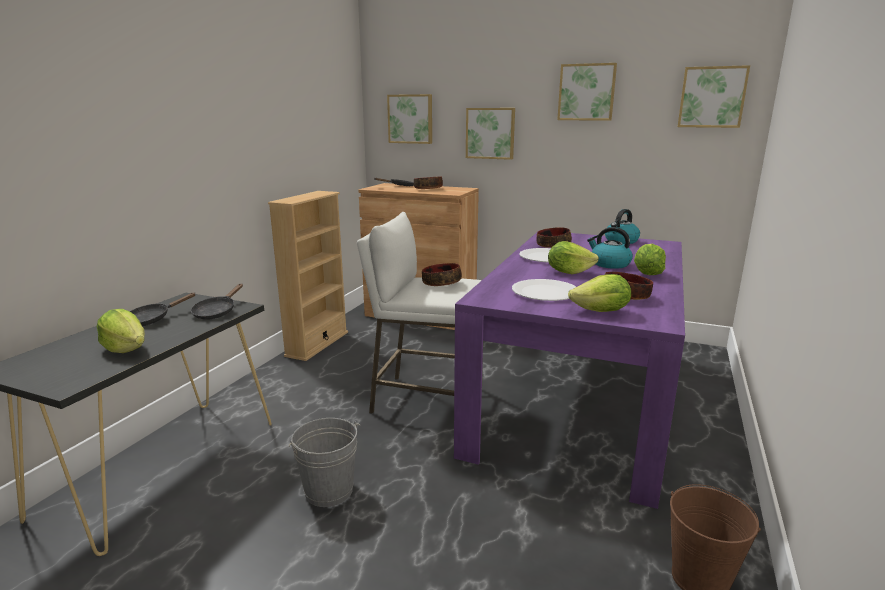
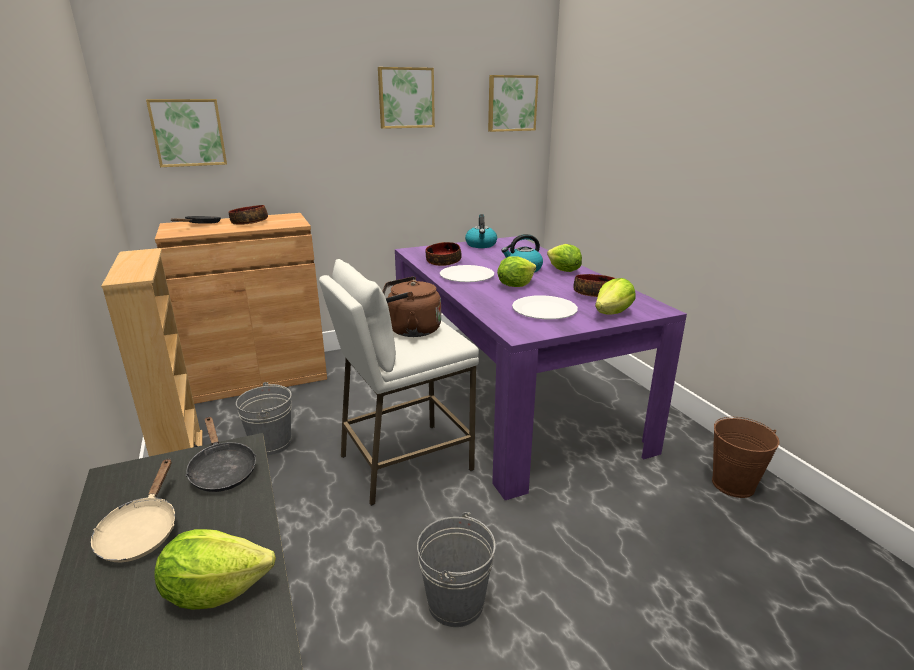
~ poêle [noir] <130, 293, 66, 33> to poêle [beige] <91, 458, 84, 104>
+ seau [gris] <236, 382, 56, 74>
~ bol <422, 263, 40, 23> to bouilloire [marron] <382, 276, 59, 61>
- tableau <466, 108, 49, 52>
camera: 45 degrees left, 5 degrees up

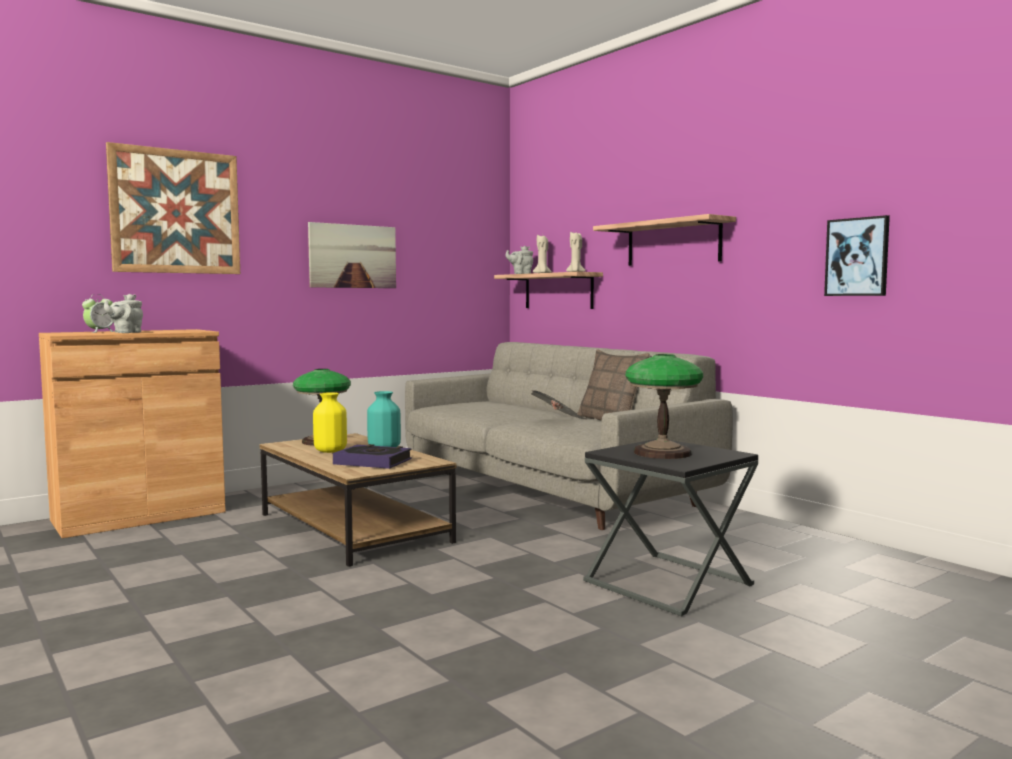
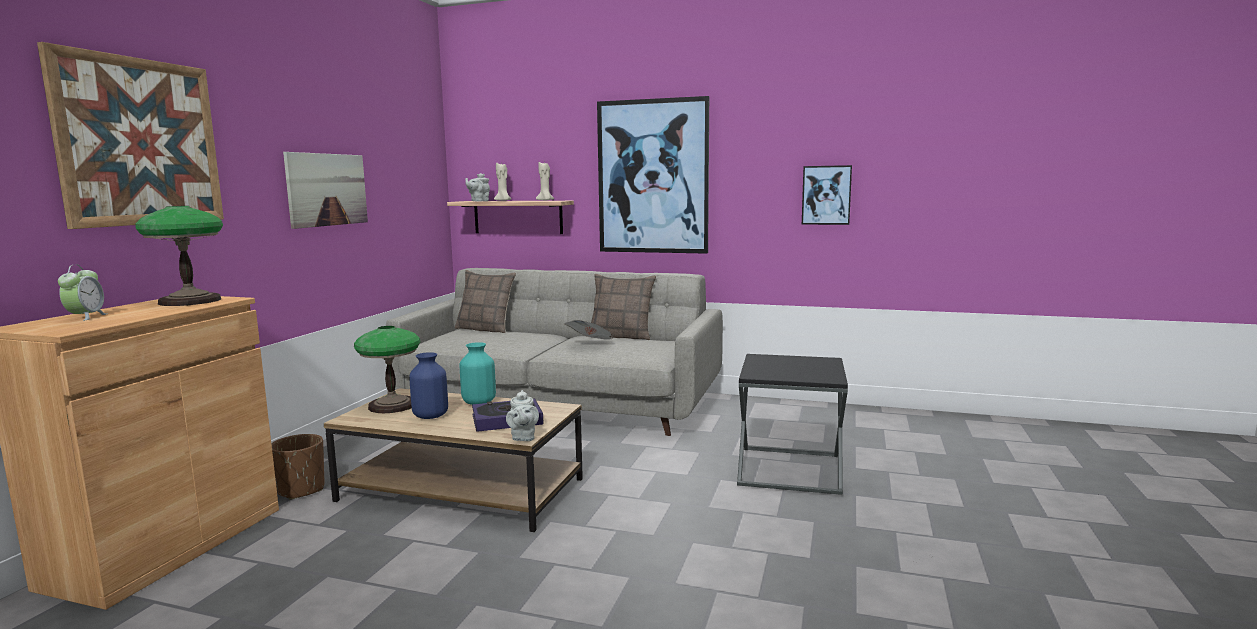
~ lampe de table <625, 354, 79, 105> to <135, 206, 88, 100>
+ cache-pot [marron] <271, 434, 54, 66>
~ vase [jaune] <313, 392, 34, 61> to vase [bleu] <409, 352, 39, 67>
+ coussin <455, 270, 61, 63>
~ théière [gris] <104, 294, 39, 39> to <506, 390, 33, 51>
~ étagère <593, 214, 143, 52> to tableau <597, 96, 112, 158>
camera: 35 degrees left, 5 degrees up

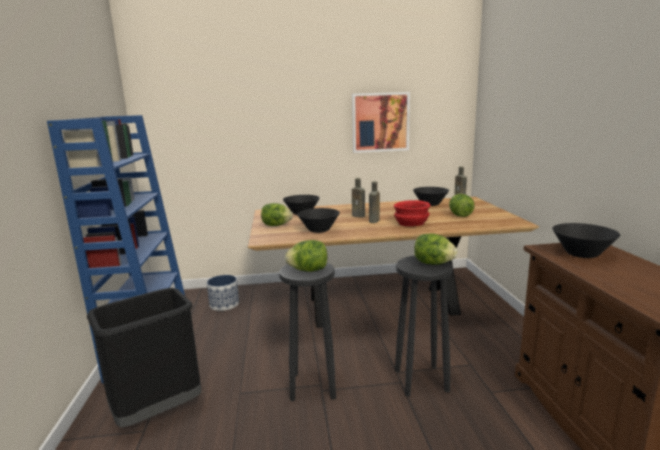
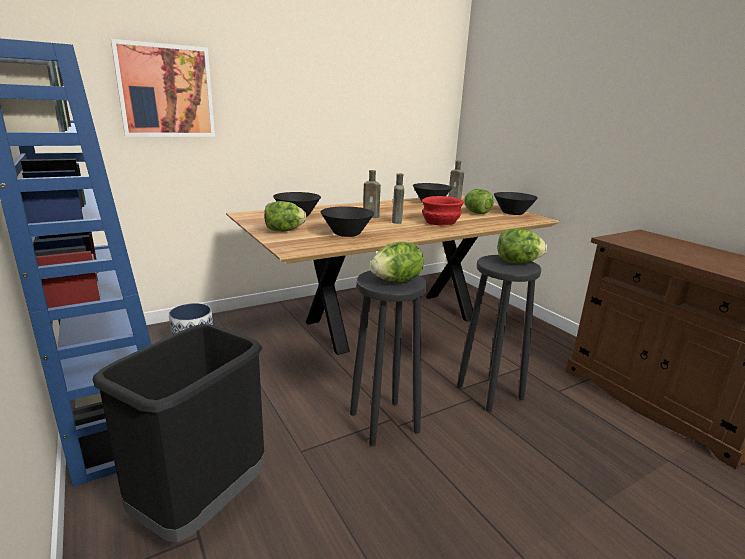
~ tableau <352, 92, 58, 61> to <111, 39, 104, 98>
~ bol [noir] <552, 223, 68, 35> to <494, 192, 44, 23>
camera: 25 degrees left, 5 degrees up

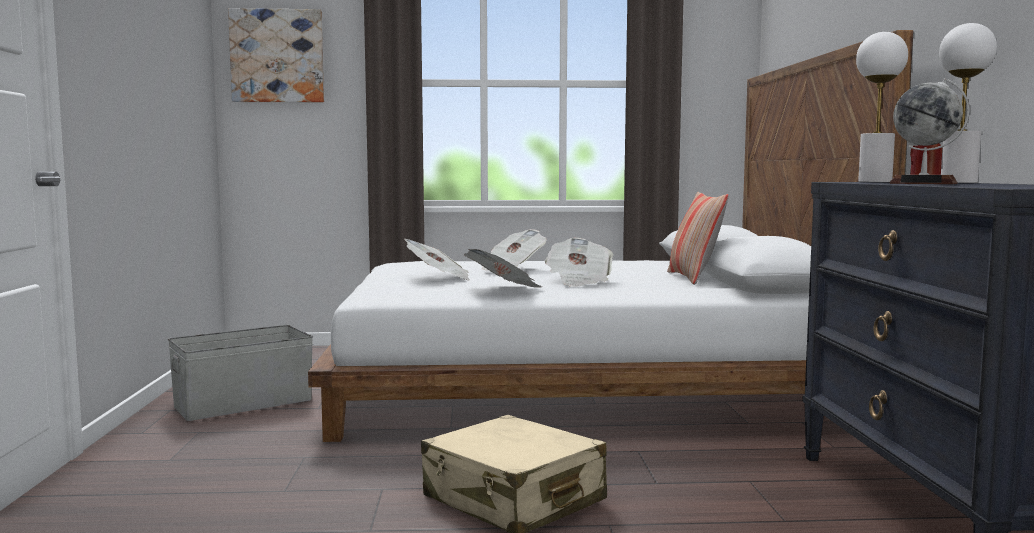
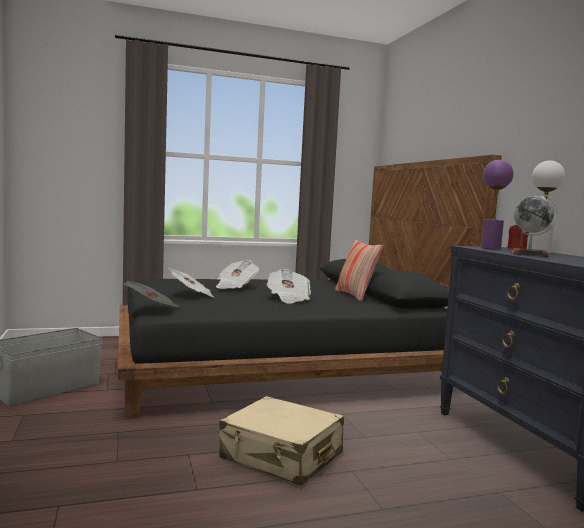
~ lit [blanc] <308, 30, 606, 412> to lit [noir] <118, 154, 383, 264>
~ journal <464, 249, 78, 39> to <123, 281, 57, 26>
~ lampe de table [blanc] <856, 32, 52, 150> to lampe de table [violet] <481, 160, 33, 90>
- tableau <228, 8, 96, 95>
camera: 15 degrees left, 0 degrees up

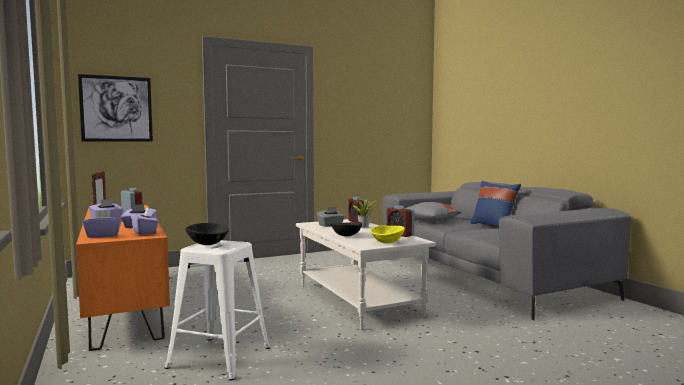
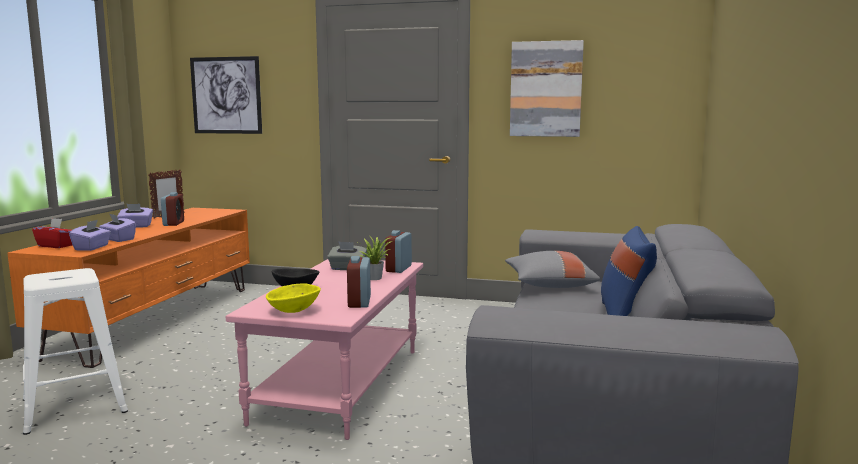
~ boîte à mouchoirs [violet] <82, 210, 39, 28> to boîte à mouchoirs [rouge] <32, 218, 40, 30>
~ table basse [blanc] <296, 219, 140, 111> to table basse [rose] <226, 259, 197, 181>
+ tableau <510, 40, 74, 97>
- bol [noir] <185, 223, 44, 22>
camera: 40 degrees right, 5 degrees up

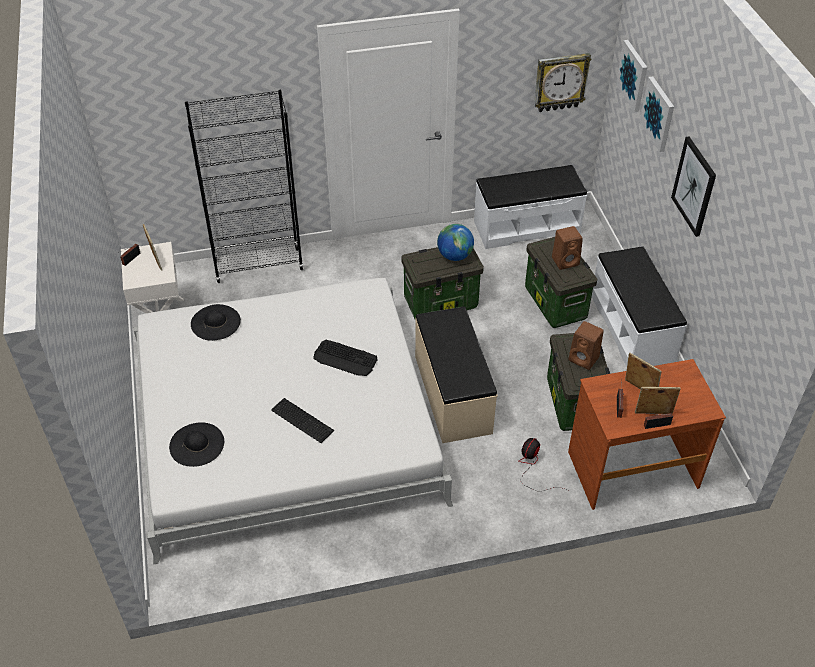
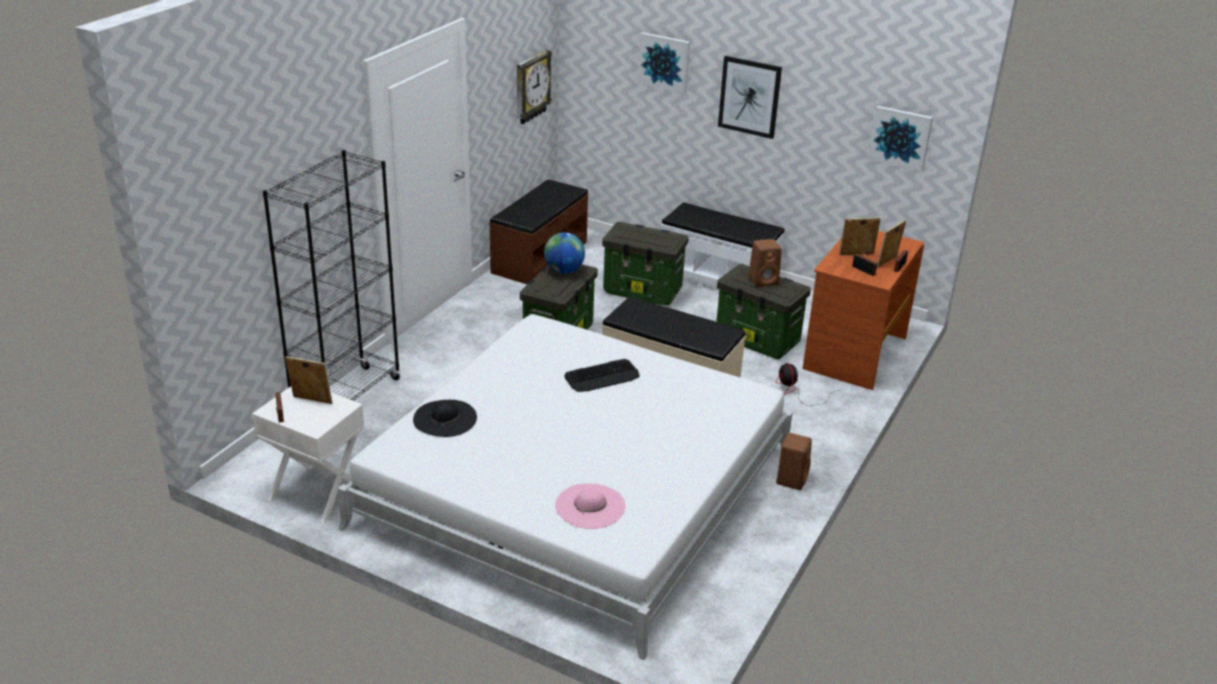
~ banc [blanc] <474, 165, 113, 84> to banc [marron] <489, 179, 100, 105>
~ chapeau [noir] <169, 422, 55, 45> to chapeau [rose] <555, 483, 70, 46>
~ enceinte [marron] <552, 226, 31, 44> to <776, 433, 36, 57>
~ tableau <616, 40, 31, 72> to <868, 106, 65, 66>
- clavier <271, 398, 63, 45>
camera: 50 degrees left, 15 degrees down

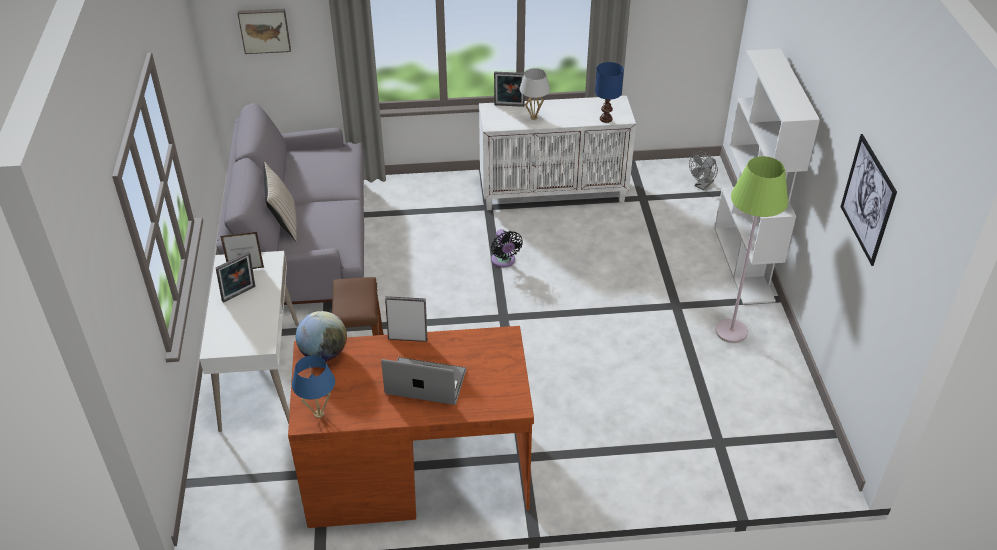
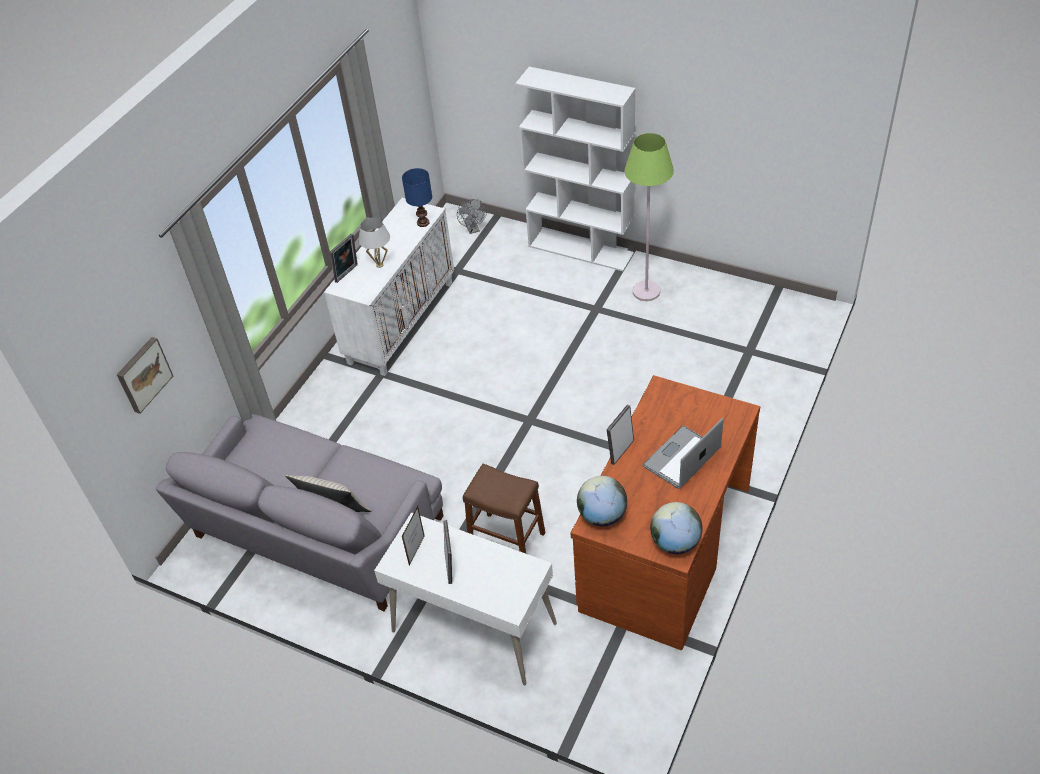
~ lampe de table [bleu] <292, 355, 43, 63> to globe <650, 502, 53, 52>
- ventilateur [noir] <491, 229, 32, 39>
- tableau <841, 134, 56, 132>
camera: 55 degrees left, 5 degrees up

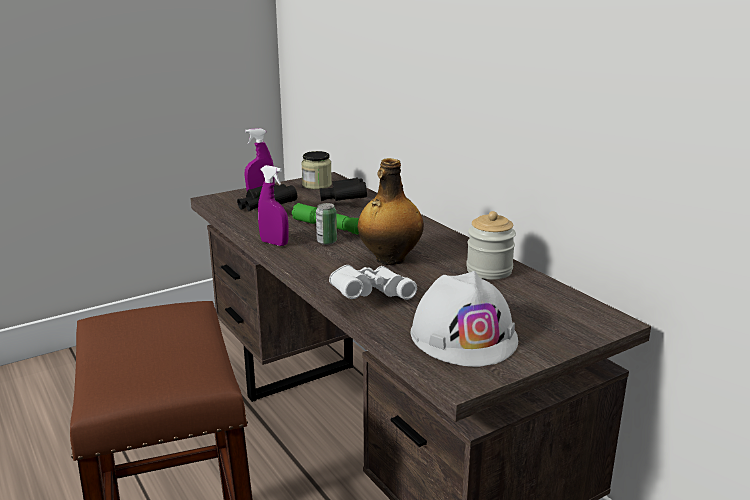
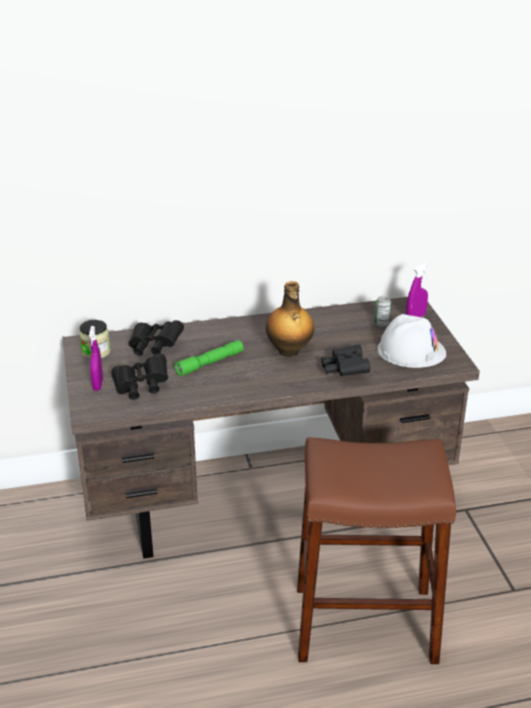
~ jumelles [blanc] <329, 265, 88, 35> to jumelles [noir] <321, 345, 49, 31>
~ boîte métallique <316, 203, 21, 42> to <374, 296, 17, 31>
~ vaporisateur [violet] <258, 165, 31, 81> to <406, 262, 23, 55>
- bocal <466, 211, 50, 69>
camera: 70 degrees left, 10 degrees up

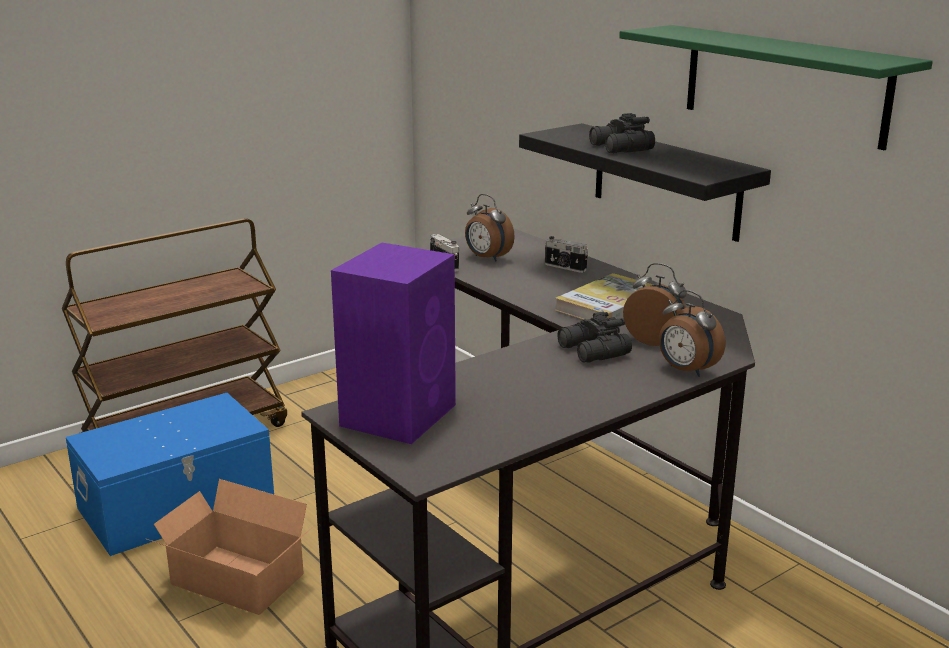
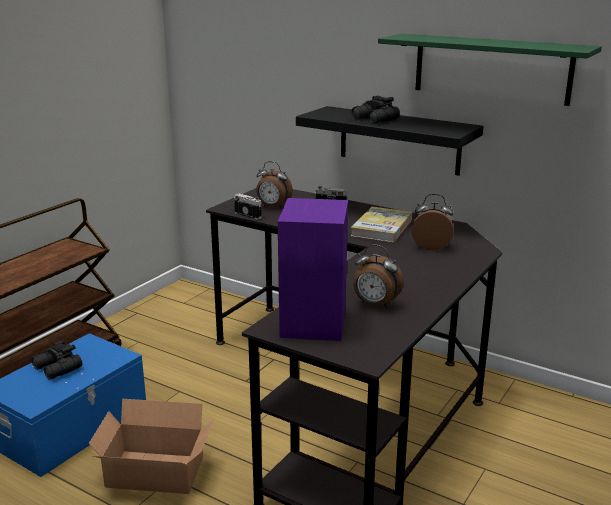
~ jumelles [noir] <558, 312, 74, 51> to <31, 341, 51, 39>
~ réveil <659, 290, 66, 87> to <353, 244, 51, 64>
camera: 20 degrees left, 0 degrees up

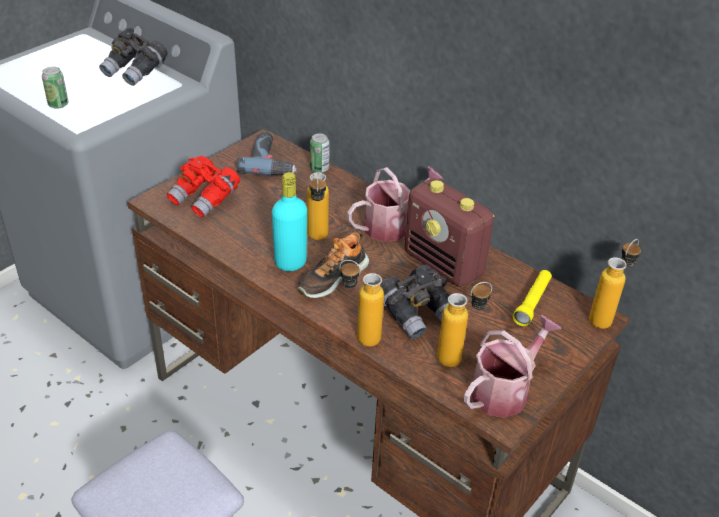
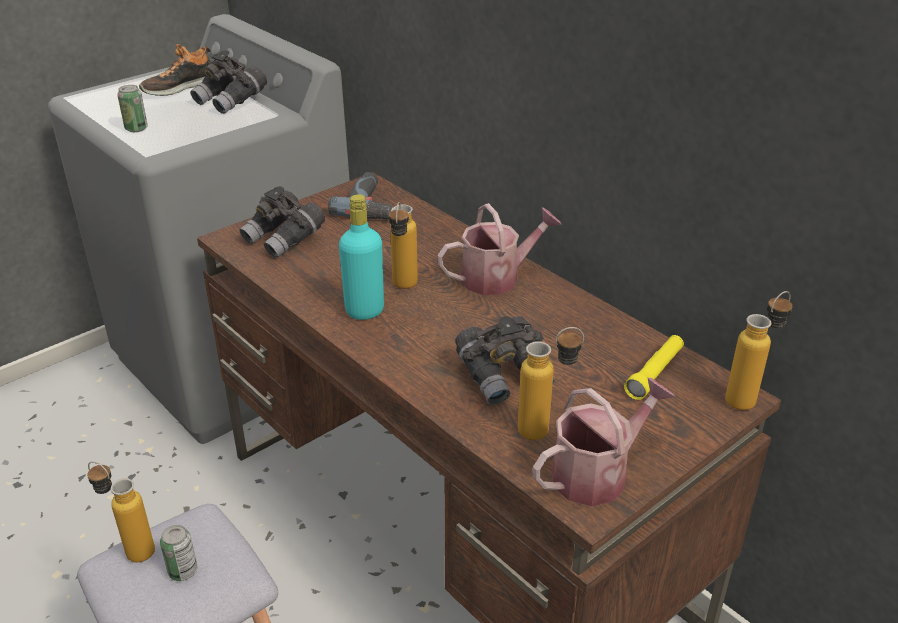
~ bouteille <340, 260, 44, 87> to <87, 461, 68, 101>
~ chaussure <298, 232, 71, 66> to <139, 44, 72, 52>
~ boîte métallique <310, 133, 20, 40> to <160, 525, 38, 56>
~ jumelles [rouge] <166, 156, 74, 62> to jumelles [gris] <239, 186, 86, 72>
- radio <405, 178, 89, 109>
camera: 10 degrees right, 5 degrees down

